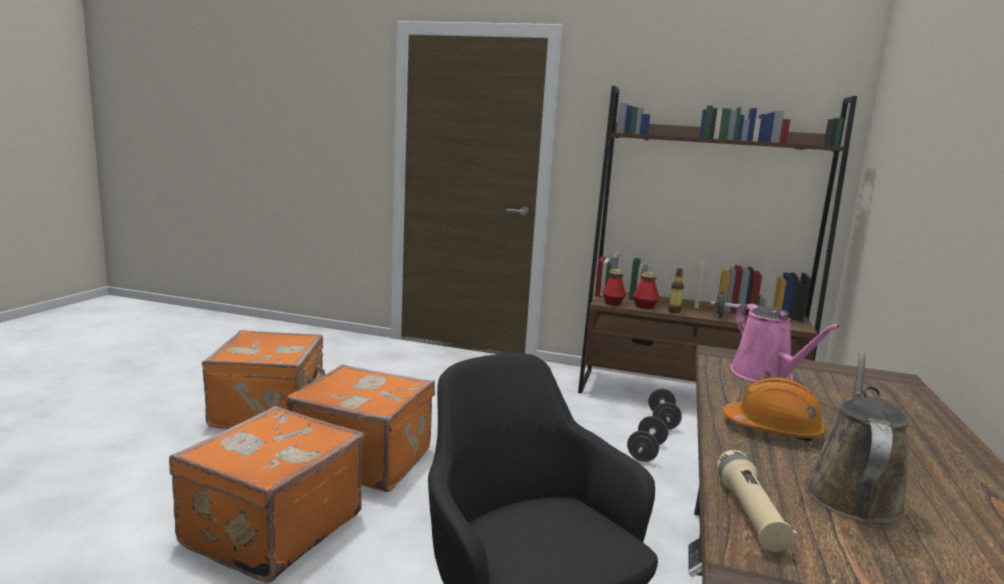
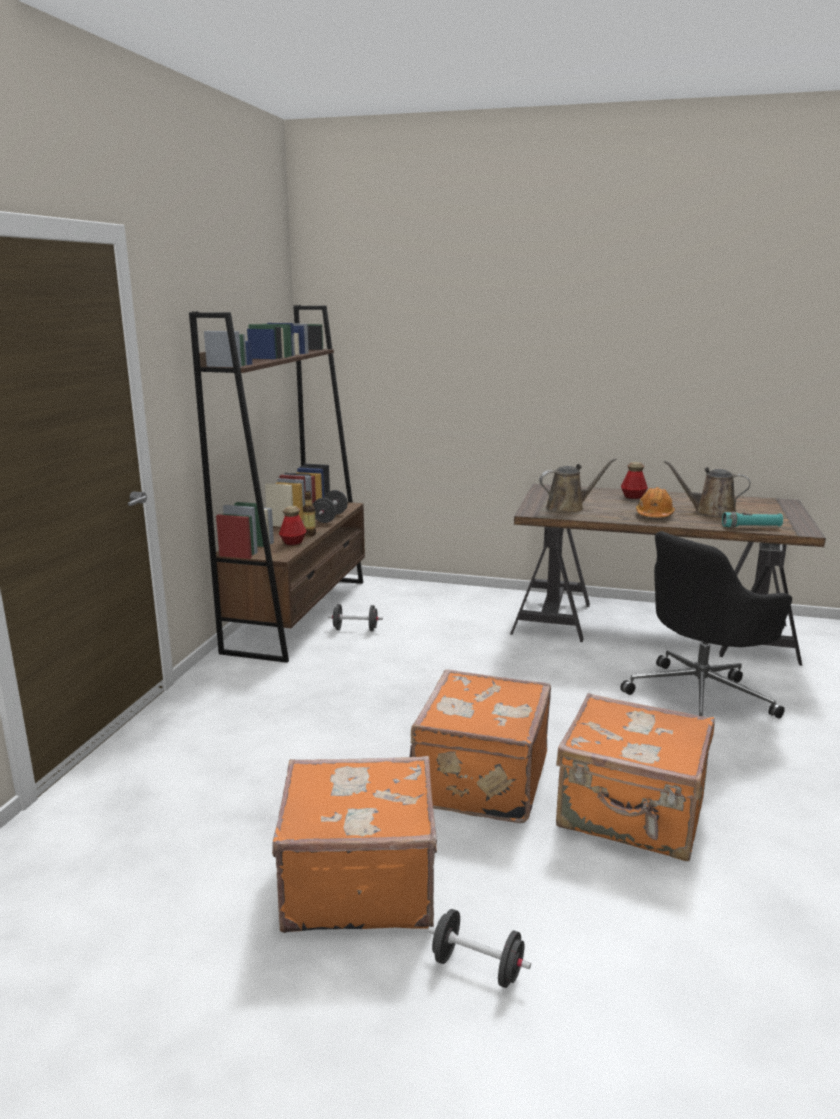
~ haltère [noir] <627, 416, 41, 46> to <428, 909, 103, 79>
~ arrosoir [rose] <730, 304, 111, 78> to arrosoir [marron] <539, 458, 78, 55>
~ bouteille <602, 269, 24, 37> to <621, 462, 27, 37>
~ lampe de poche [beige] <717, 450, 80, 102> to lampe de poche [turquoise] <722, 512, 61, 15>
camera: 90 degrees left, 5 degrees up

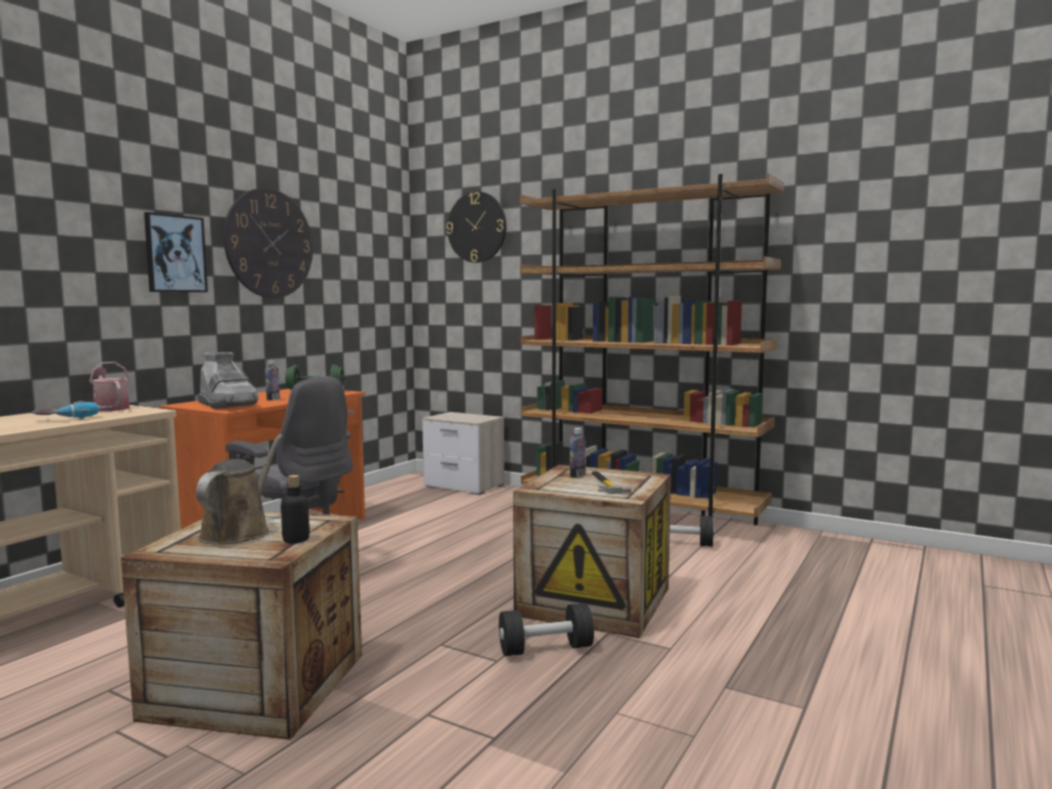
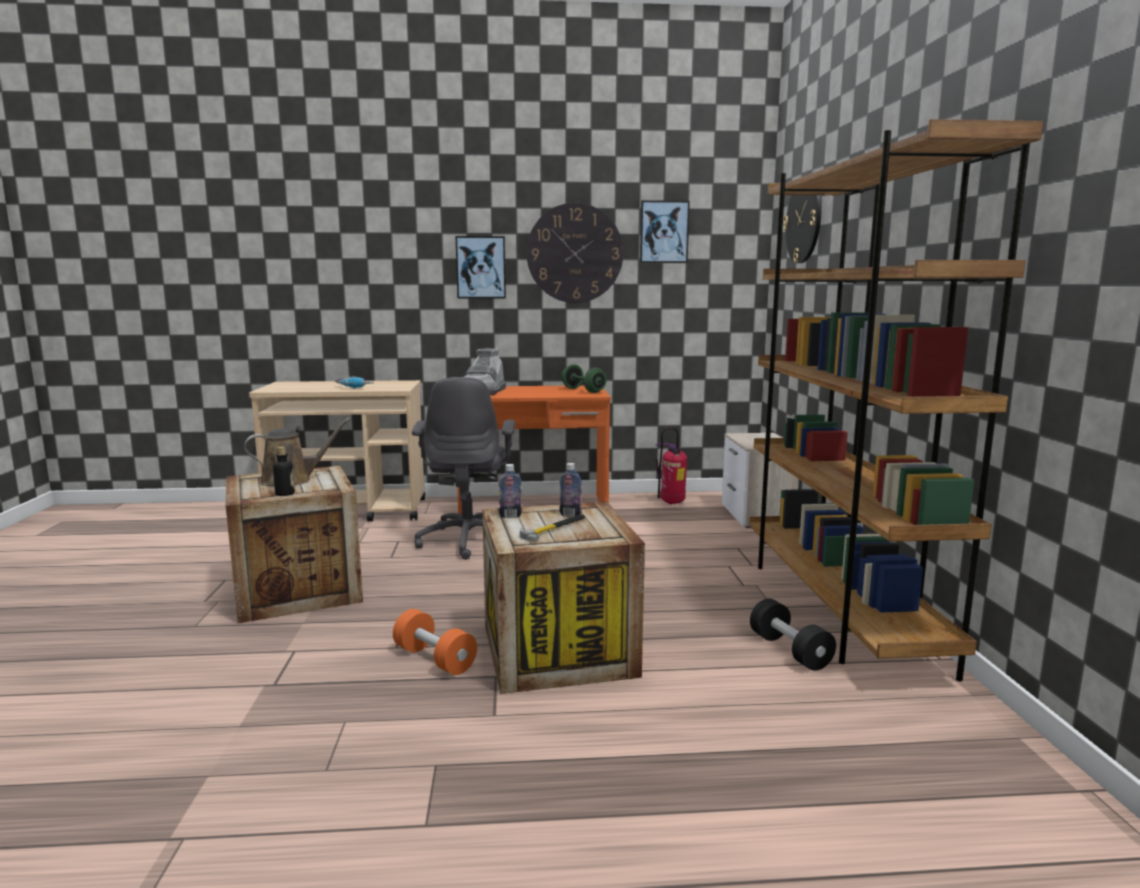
~ haltère [noir] <499, 603, 95, 53> to haltère [orange] <393, 609, 84, 66>
~ bouteille <265, 360, 15, 41> to <499, 464, 23, 54>
+ tableau <640, 200, 50, 63>
+ extincteur <655, 427, 32, 77>
- arrosoir <89, 362, 41, 49>
camera: 55 degrees right, 5 degrees up

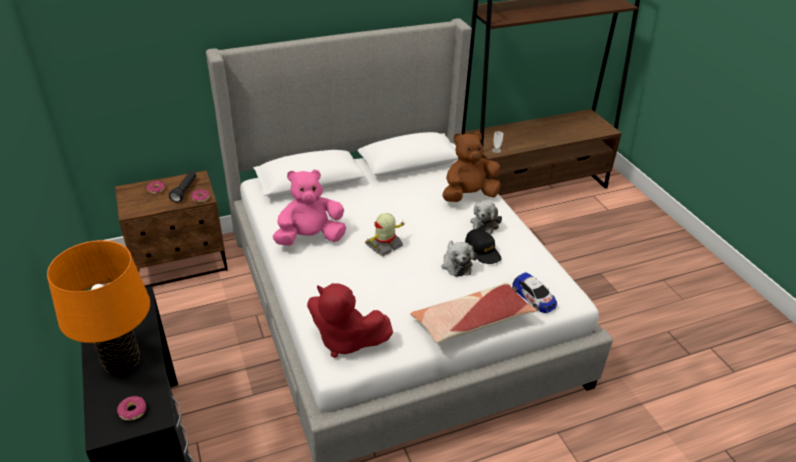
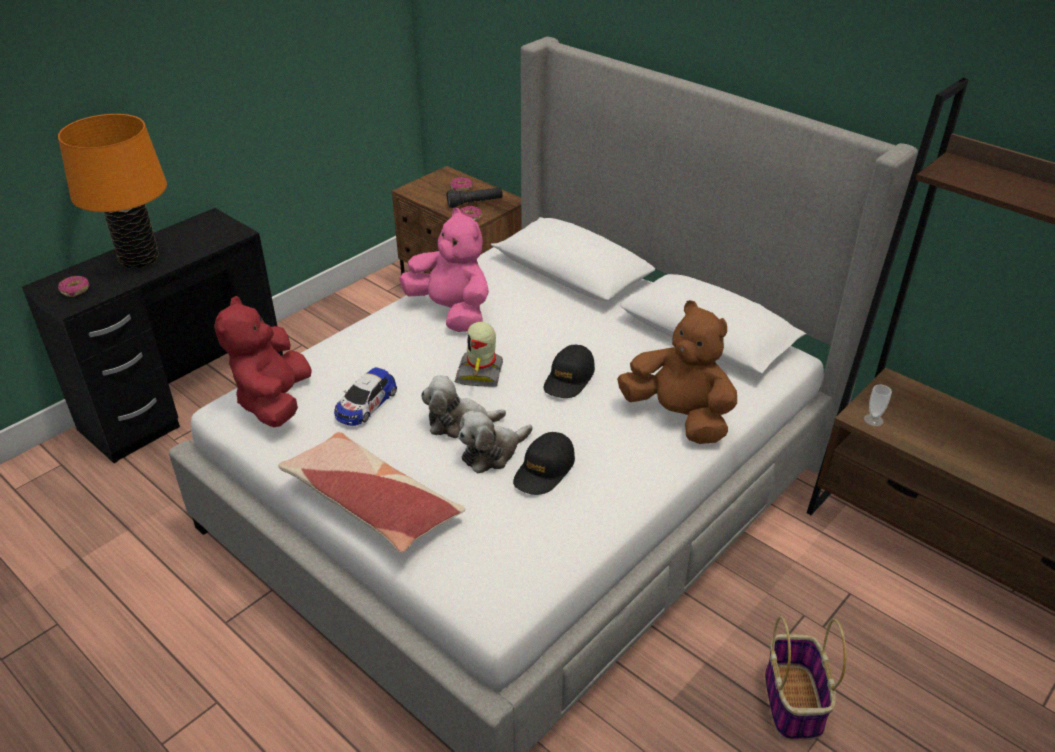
~ petite voiture <512, 272, 45, 41> to <334, 367, 63, 59>
~ peluche <470, 201, 32, 34> to <421, 375, 85, 63>
~ robot jouet <365, 213, 39, 44> = <455, 322, 48, 65> 105 degrees counterclockwise
+ casquette [noir] <544, 345, 51, 53>
+ panier <765, 616, 81, 125>
camera: 65 degrees right, 0 degrees up

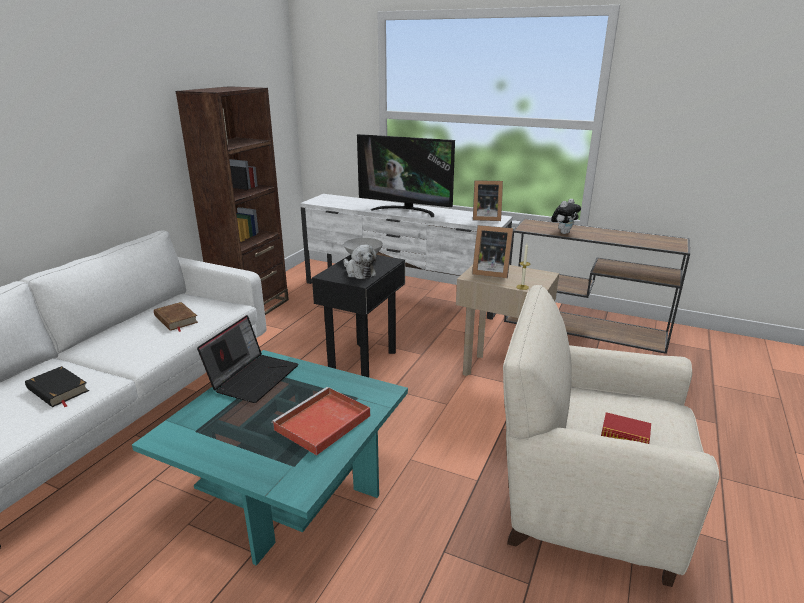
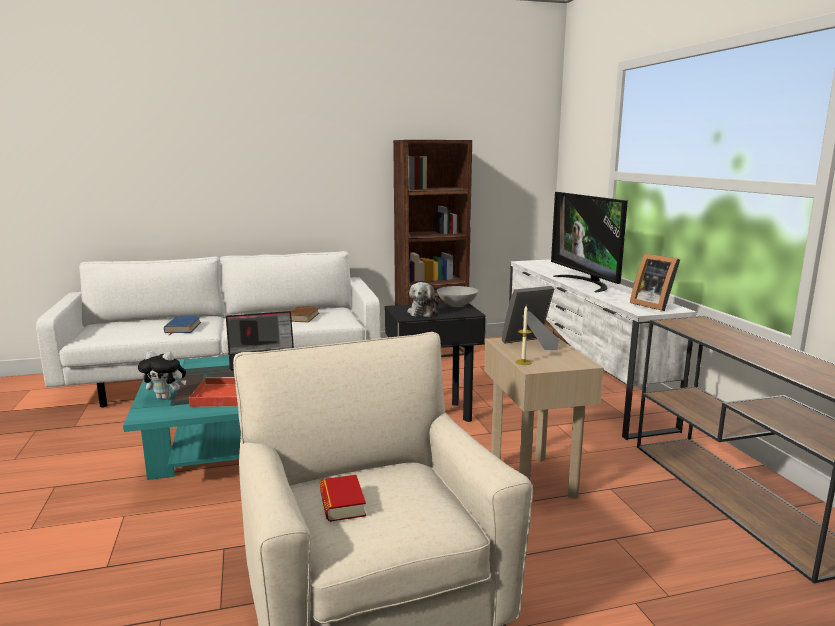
~ peluche <551, 199, 30, 35> to <138, 351, 48, 49>
~ livre [noir] <25, 366, 64, 41> to livre [bleu] <164, 316, 37, 19>
~ cadre photo <472, 225, 42, 53> = <502, 286, 57, 64> 90 degrees clockwise
camera: 50 degrees right, 10 degrees down

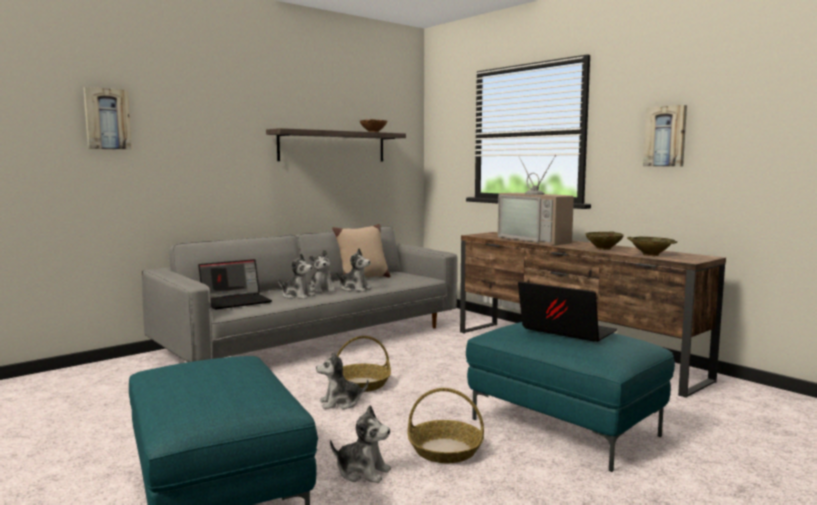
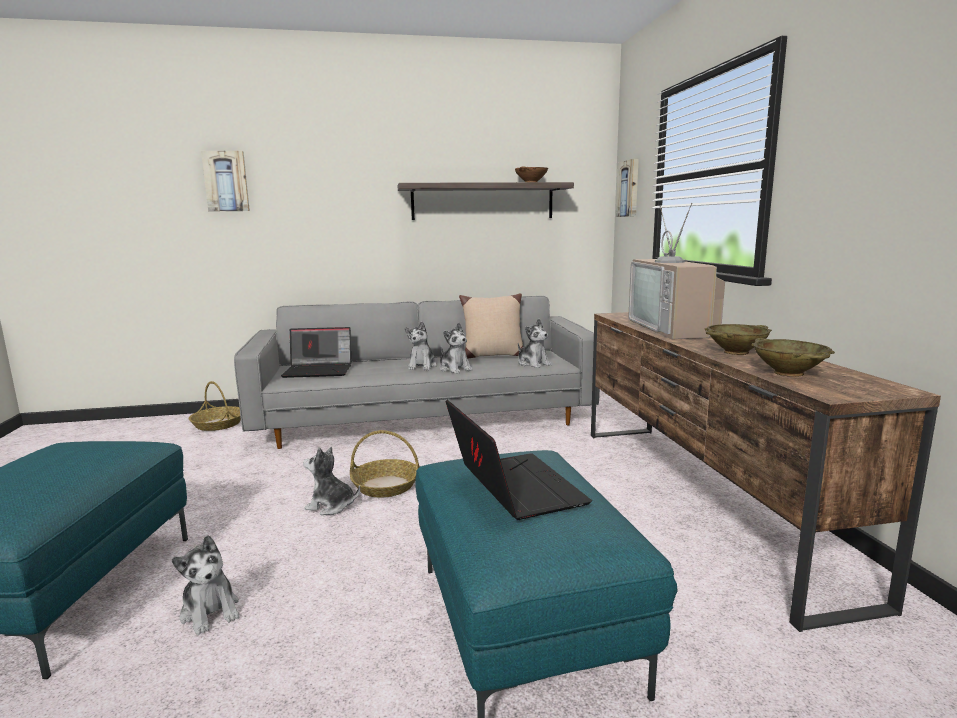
~ panier <408, 388, 76, 75> to <189, 381, 52, 50>
~ peluche <278, 253, 37, 46> to <518, 319, 34, 49>
~ tableau <643, 105, 44, 62> to <616, 159, 23, 58>
camera: 30 degrees right, 5 degrees up

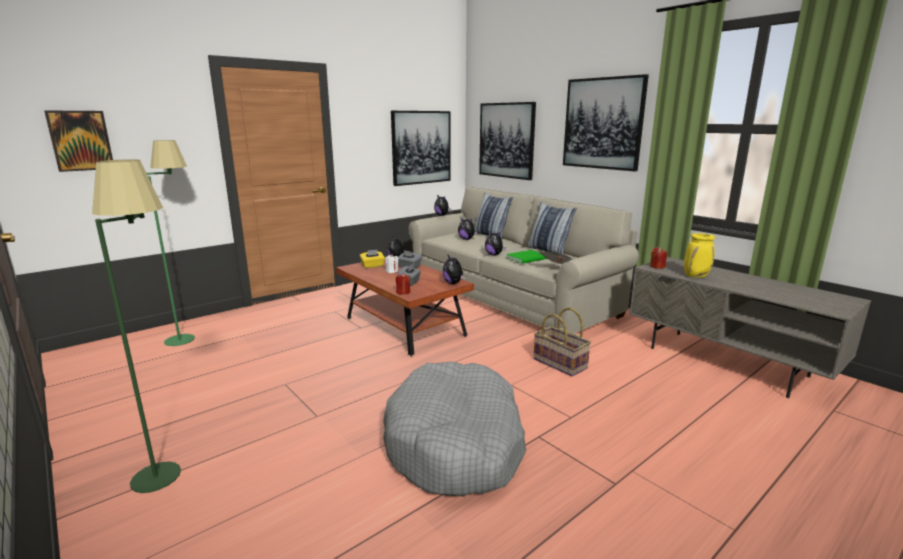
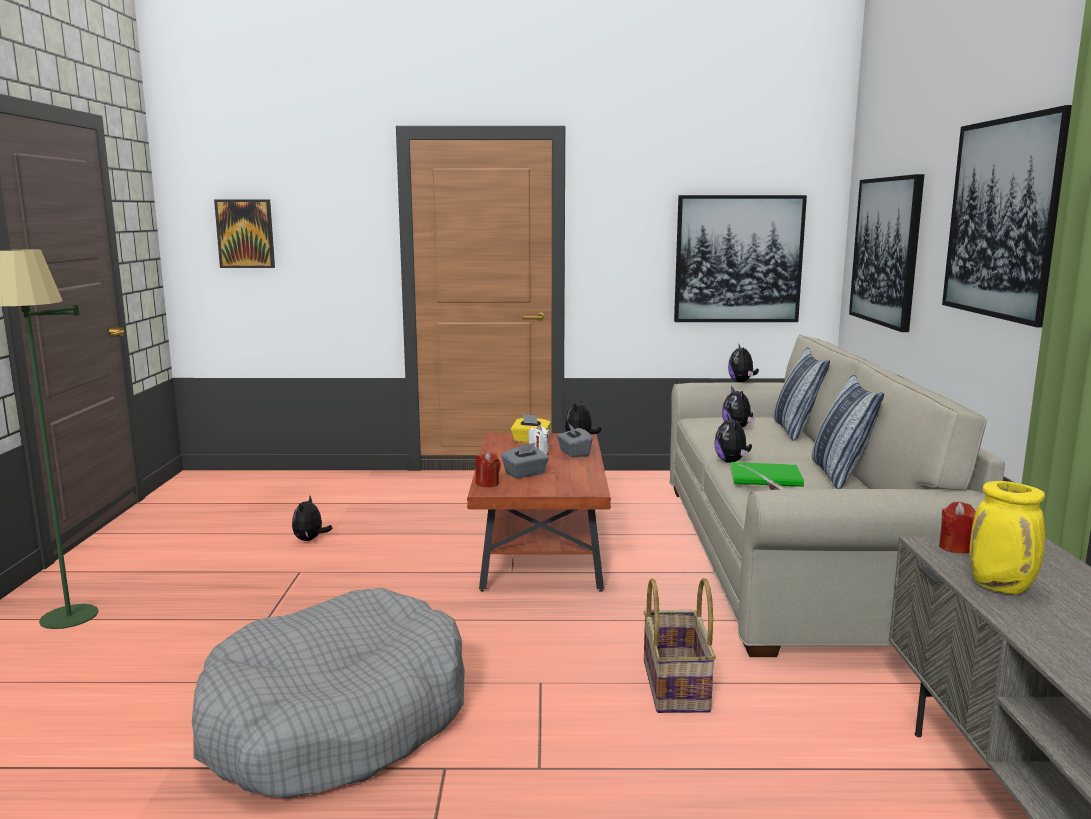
~ peluche <443, 255, 22, 29> to <292, 496, 40, 45>
- lampadaire [vert] <147, 140, 48, 206>
camera: 40 degrees right, 5 degrees down

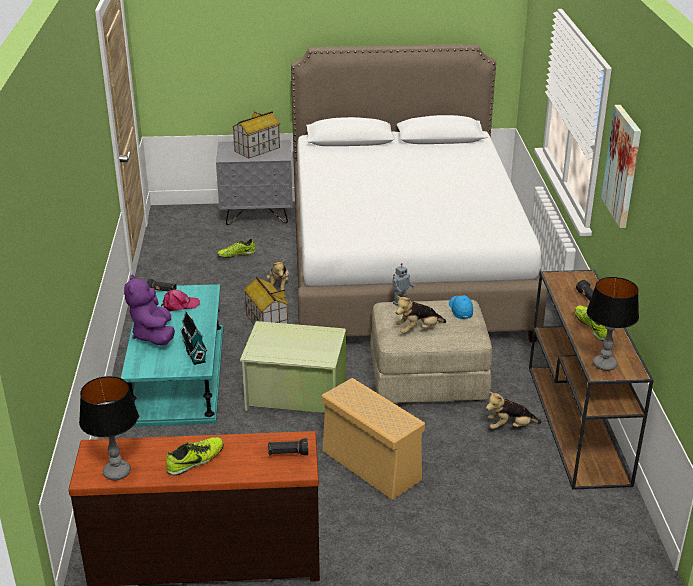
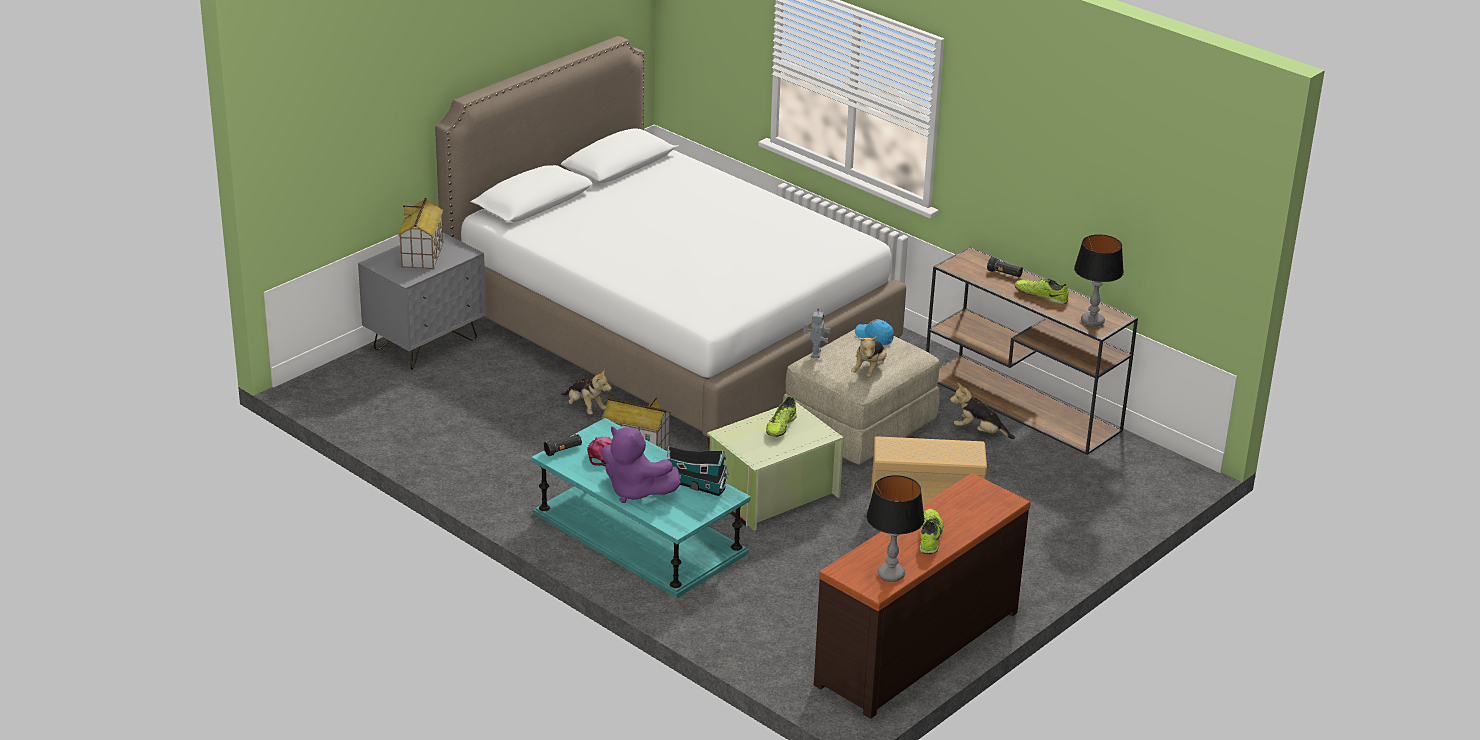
~ chaussure <217, 239, 38, 19> to <766, 396, 31, 41>
~ peluche <486, 391, 56, 38> = <950, 383, 65, 56> 75 degrees clockwise
- lampe de poche [noir] <268, 438, 40, 17>
- tableau <601, 105, 40, 123>
camera: 45 degrees left, 0 degrees up

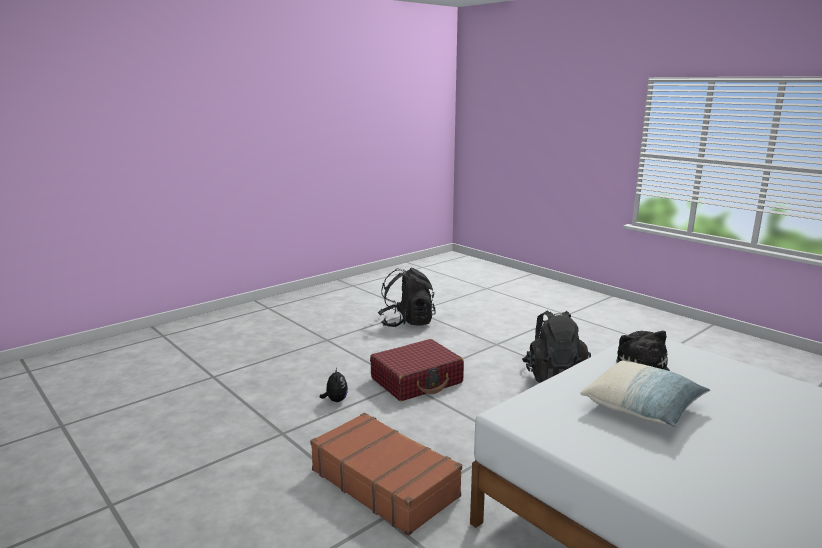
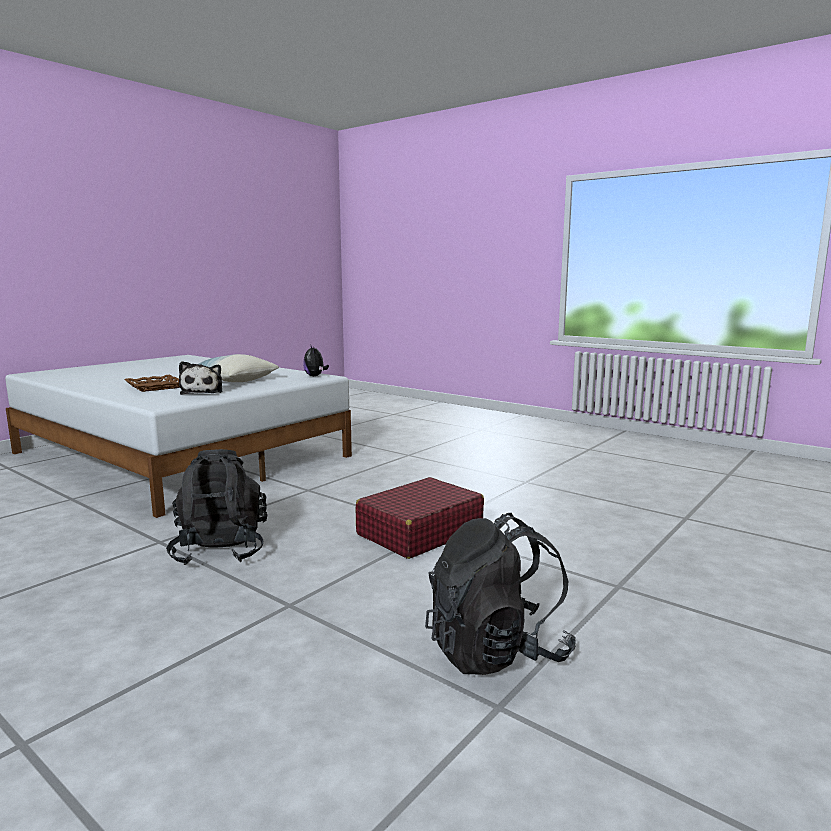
+ plateau [marron] <125, 375, 55, 17>
~ peluche <320, 367, 28, 35> to <303, 346, 26, 30>
- valise [marron] <310, 413, 152, 123>
camera: 170 degrees right, 5 degrees down

